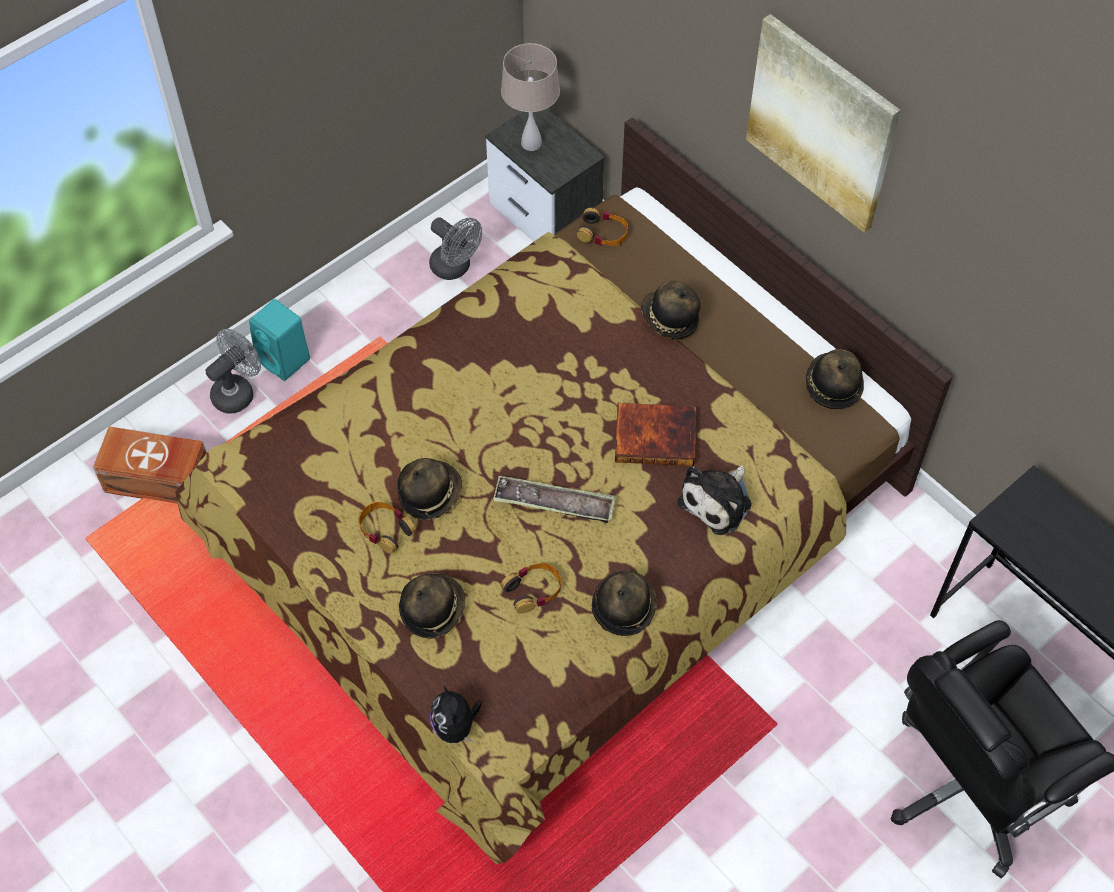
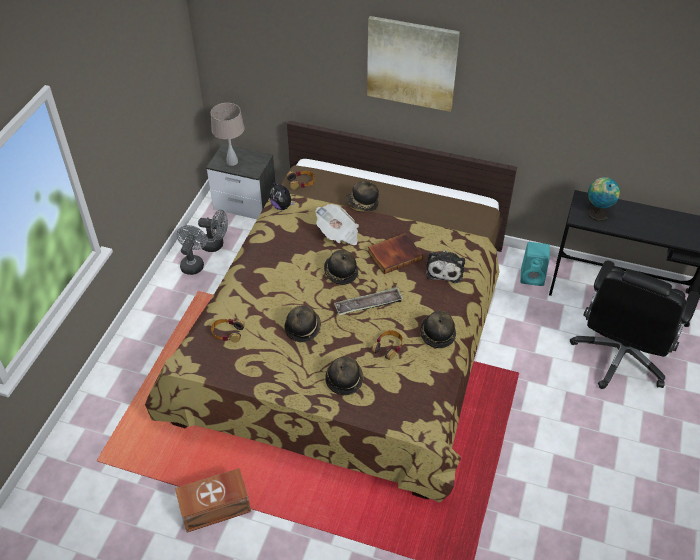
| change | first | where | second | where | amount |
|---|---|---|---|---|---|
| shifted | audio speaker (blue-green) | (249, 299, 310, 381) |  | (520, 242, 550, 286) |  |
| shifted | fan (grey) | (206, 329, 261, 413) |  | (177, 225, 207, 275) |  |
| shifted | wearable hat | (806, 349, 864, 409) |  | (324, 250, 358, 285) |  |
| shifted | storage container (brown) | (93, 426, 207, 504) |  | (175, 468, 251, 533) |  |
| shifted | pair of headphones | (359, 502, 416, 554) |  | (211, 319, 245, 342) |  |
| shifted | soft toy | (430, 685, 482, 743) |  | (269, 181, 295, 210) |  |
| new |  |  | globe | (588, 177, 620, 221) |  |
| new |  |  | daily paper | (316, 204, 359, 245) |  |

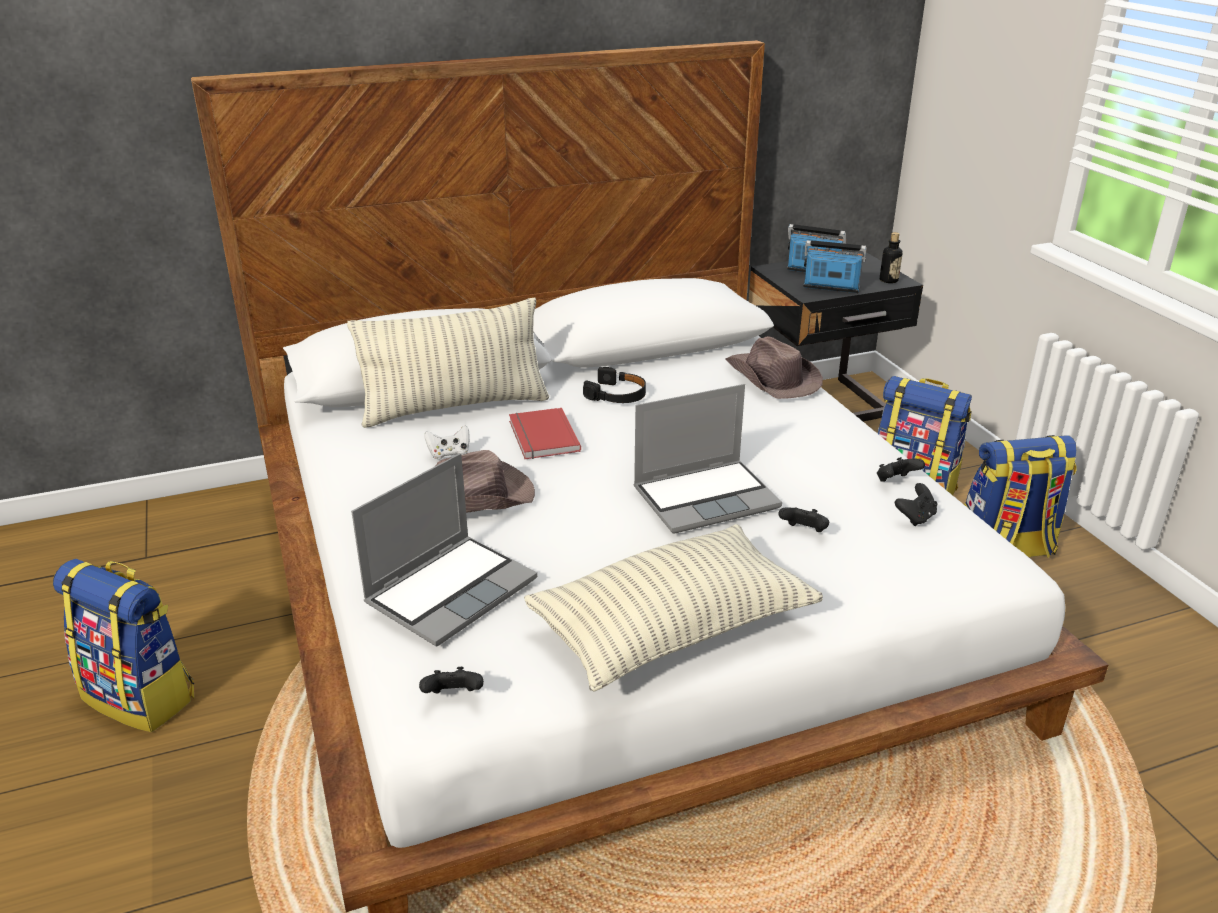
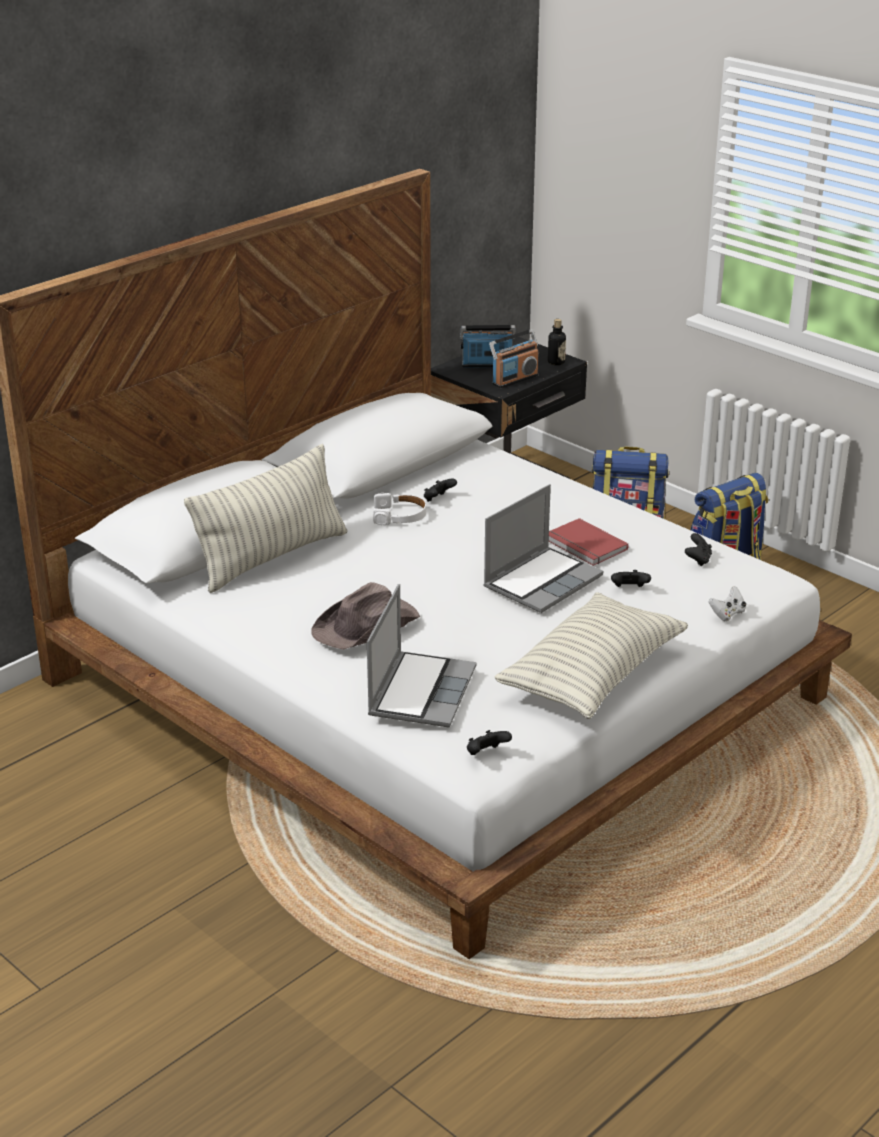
| change | first | where | second | where | amount |
|---|---|---|---|---|---|
| rotated | radio receiver | (803, 240, 867, 293) |  | (489, 329, 539, 388) | 150 degrees clockwise |
| gone | wearable hat (brown) | (725, 336, 823, 399) |  |  |  |
| repainted | pair of headphones (blackish) | (583, 367, 646, 403) | pair of headphones (whitish) | (373, 493, 426, 525) |  |
| shifted | volume (red-coloured) | (509, 408, 581, 459) |  | (549, 518, 629, 566) |  |
| shifted | joypad (whitish) | (424, 425, 470, 459) |  | (709, 586, 746, 621) |  |
| shifted | joypad (blackish) | (877, 457, 925, 482) |  | (424, 478, 457, 502) |  |
| gone | knapsack | (53, 559, 194, 732) |  |  |  |

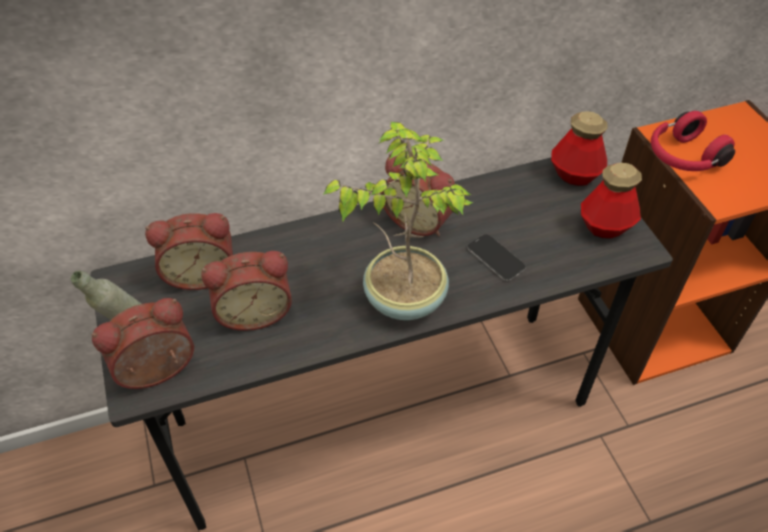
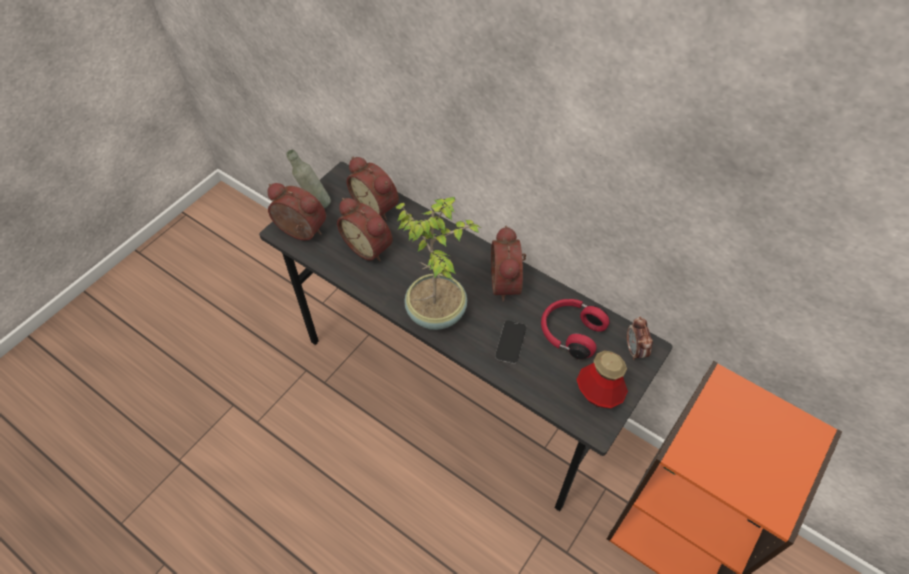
| change | first | where | second | where | amount |
|---|---|---|---|---|---|
| swapped | drink bottle | (551, 111, 607, 186) | alarm clock | (627, 316, 653, 360) |  |
| shifted | pair of headphones (red-coloured) | (651, 111, 735, 171) |  | (541, 299, 610, 360) |  |

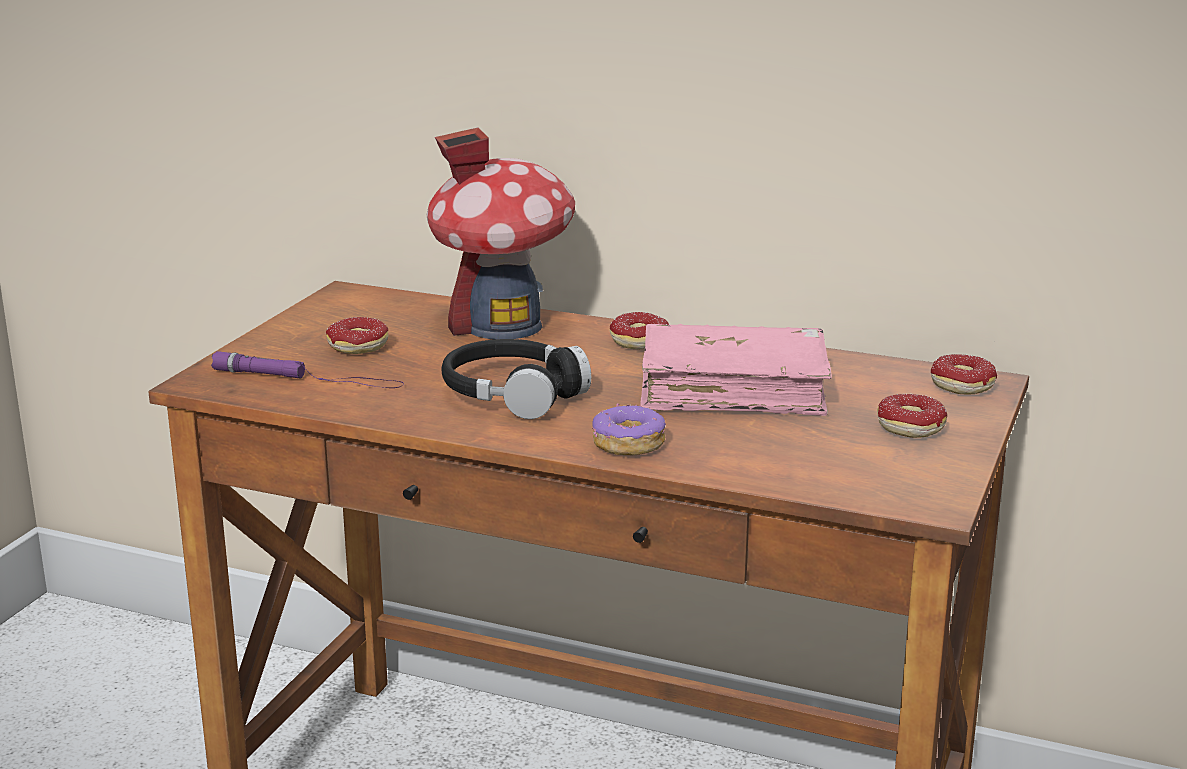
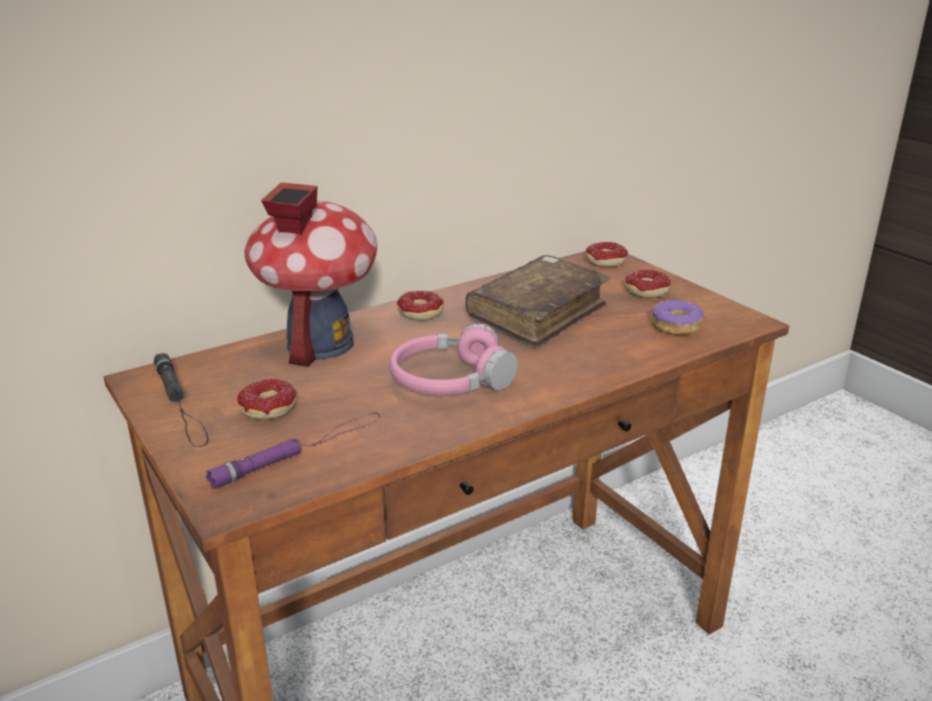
| change | first | where | second | where | amount |
|---|---|---|---|---|---|
| repainted | volume (pink) | (640, 324, 832, 416) | volume (brown) | (466, 255, 610, 349) |  |
| repainted | pair of headphones (blackish) | (442, 339, 591, 419) | pair of headphones (pink) | (389, 324, 518, 395) |  |
| shifted | ring doughnut | (592, 403, 666, 455) |  | (652, 300, 704, 335) |  |
| new |  |  | torch (blackish) | (154, 353, 208, 447) |  |

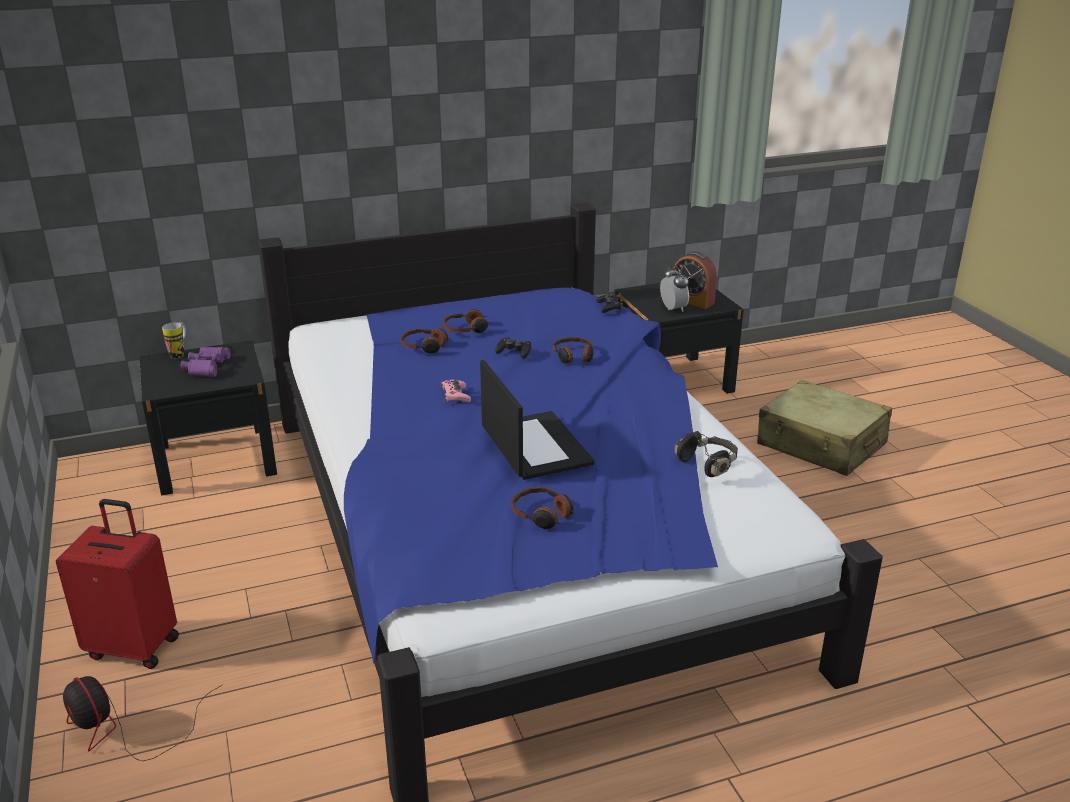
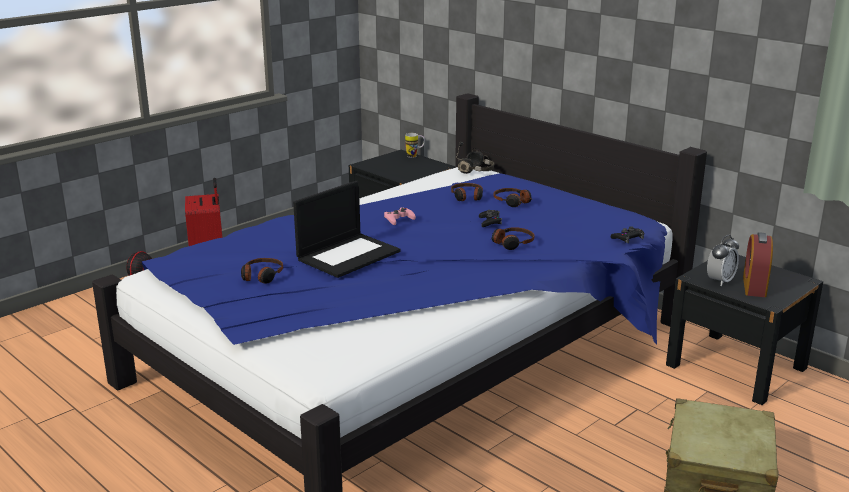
| change | first | where | second | where | amount |
|---|---|---|---|---|---|
| gone | pair of binoculars (purple-coloured) | (181, 347, 231, 377) |  |  |  |
| shifted | pair of headphones (blackish) | (675, 431, 738, 477) |  | (456, 142, 495, 174) |  |

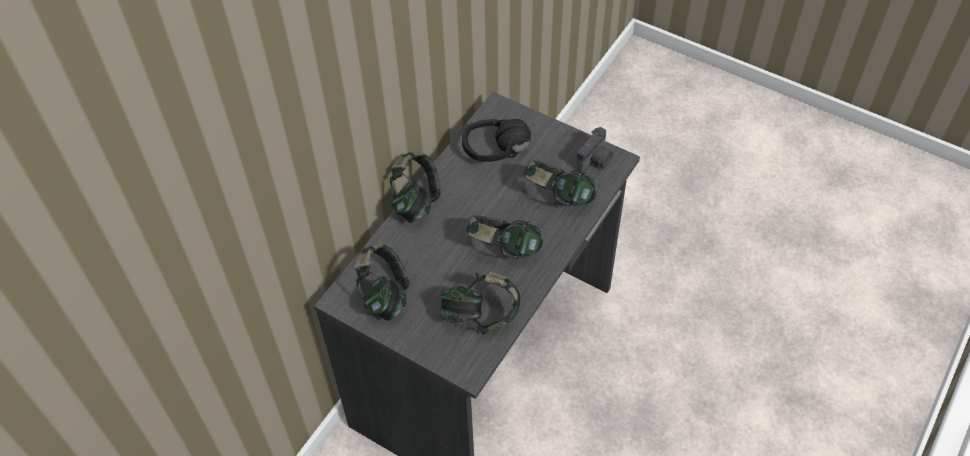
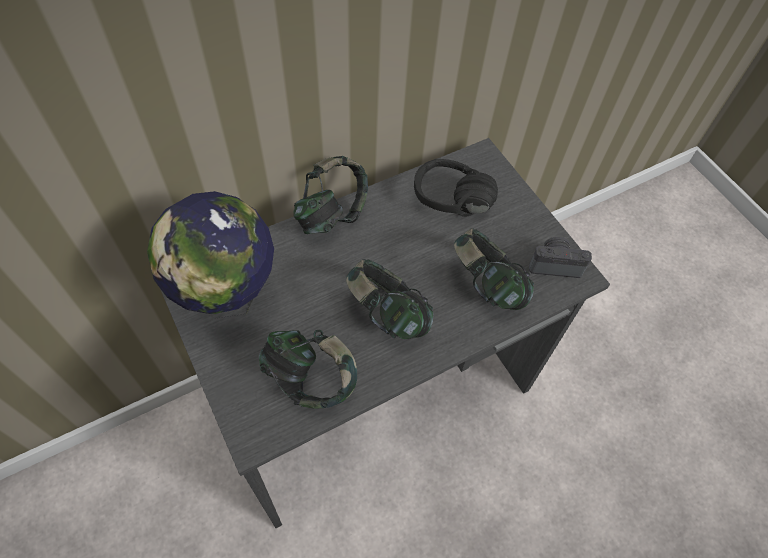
| change | first | where | second | where | amount |
|---|---|---|---|---|---|
| rotated | photo camera | (576, 127, 613, 172) |  | (529, 237, 592, 278) | 150 degrees counterclockwise |
| swapped | pair of headphones | (355, 244, 410, 321) | globe | (147, 191, 274, 320) |  |

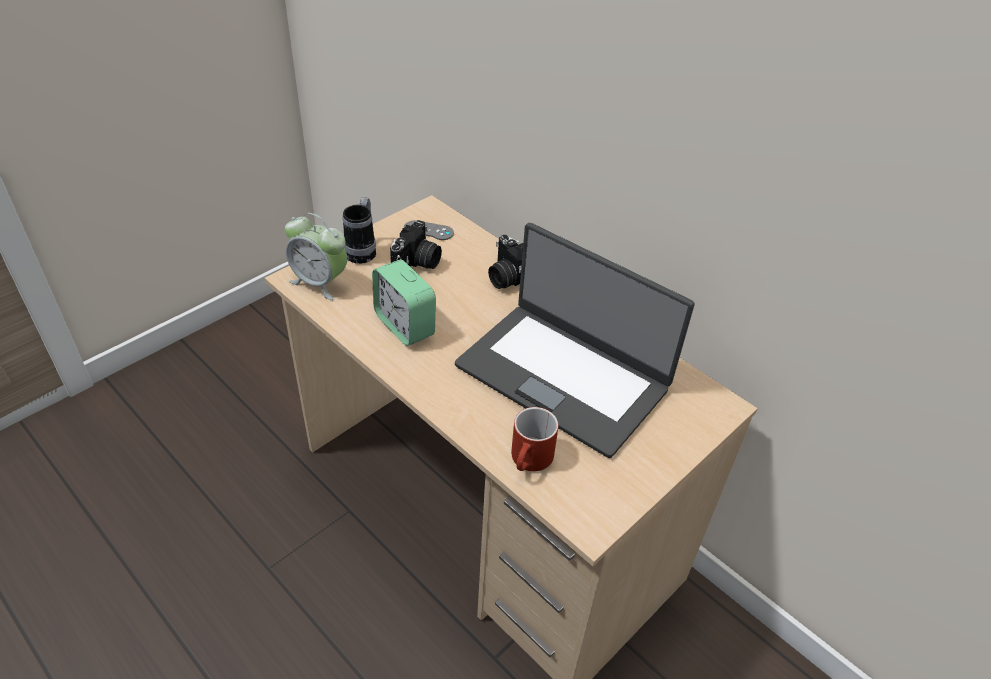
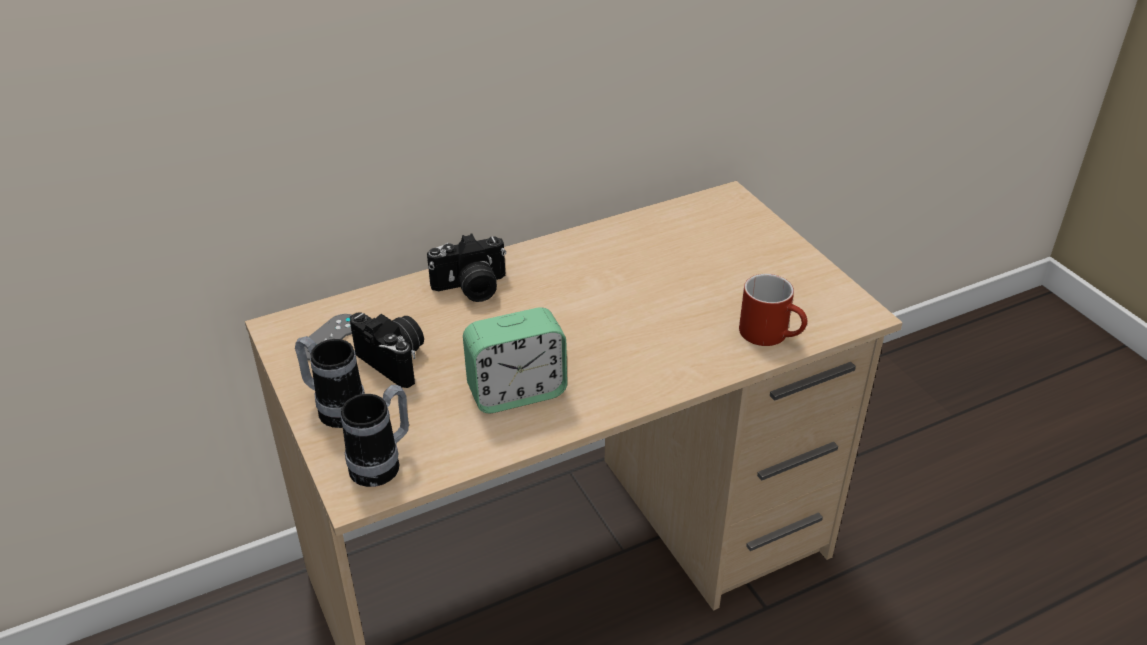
| change | first | where | second | where | amount |
|---|---|---|---|---|---|
| swapped | alarm clock | (285, 213, 347, 300) | coffee mug | (341, 385, 409, 487) |  |
| gone | laptop | (455, 223, 695, 458) |  |  |  |

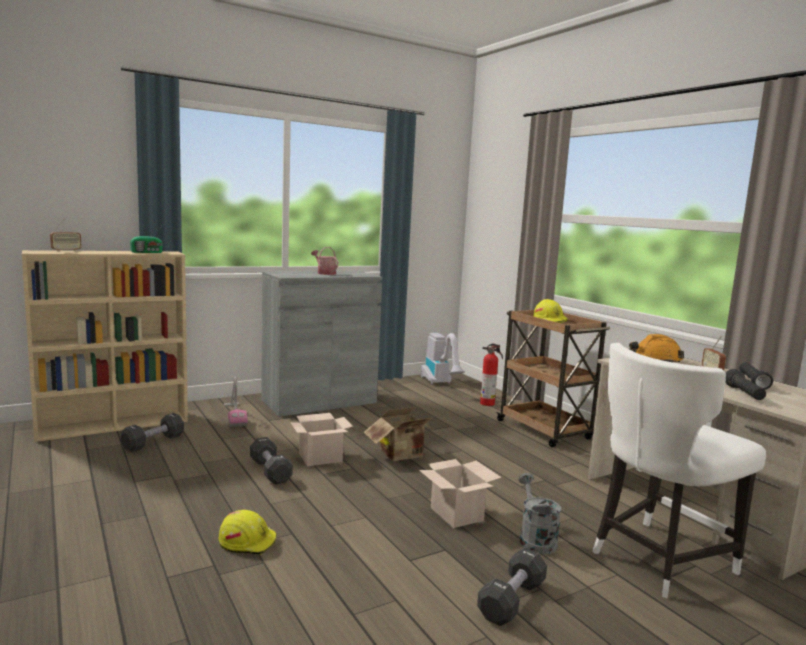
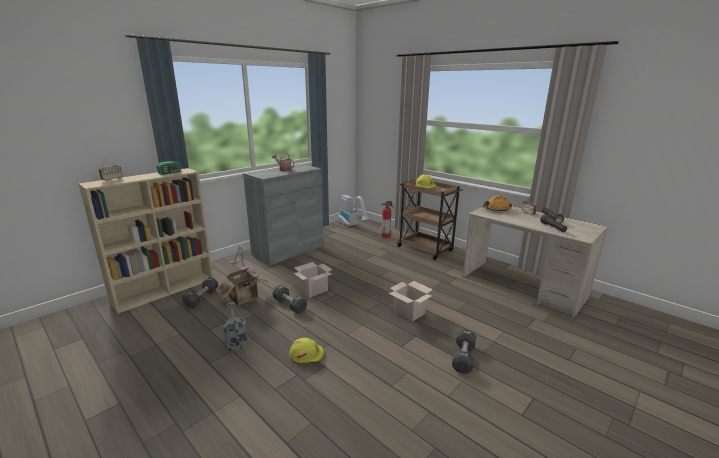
| change | first | where | second | where | amount |
|---|---|---|---|---|---|
| gone | plain chair (whitish) | (592, 343, 766, 599) |  |  |  |
| shifted | packing box | (364, 407, 441, 461) |  | (215, 267, 268, 306) |  |
| shifted | watering can (grey) | (518, 473, 561, 554) |  | (223, 302, 248, 351) |  |

